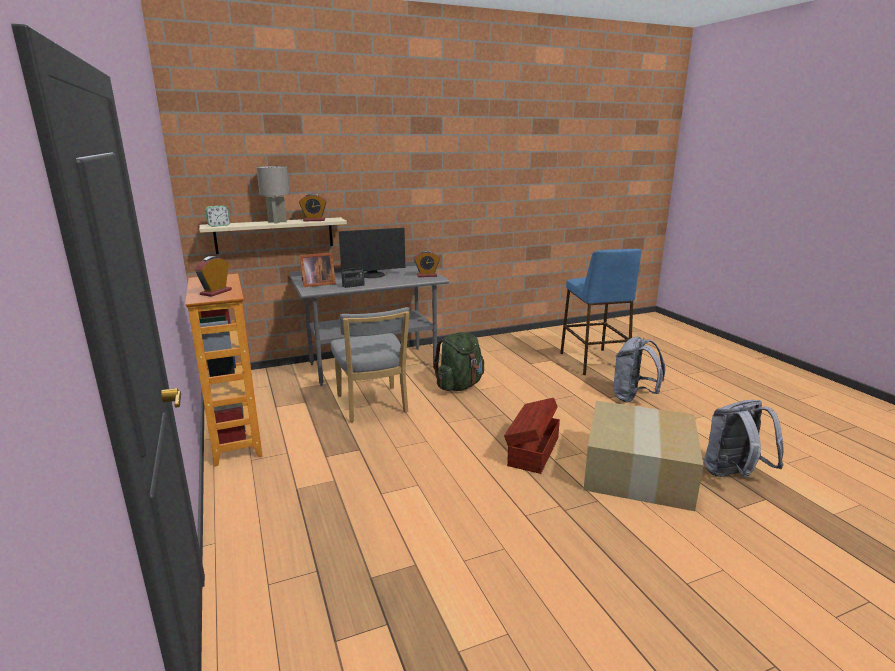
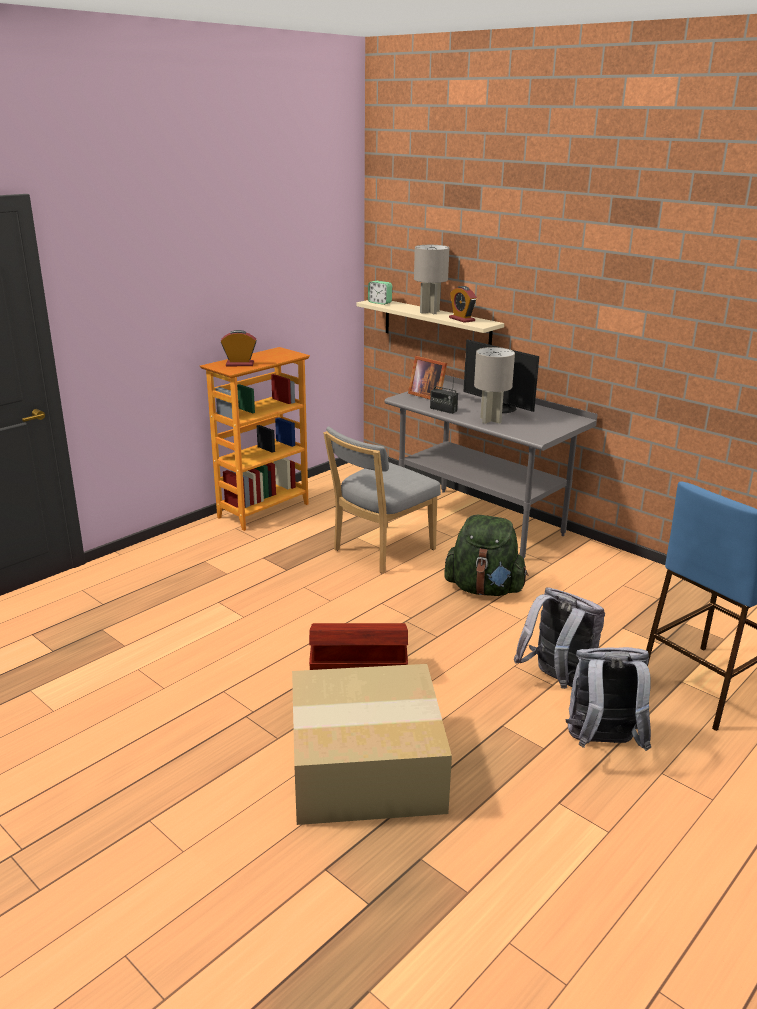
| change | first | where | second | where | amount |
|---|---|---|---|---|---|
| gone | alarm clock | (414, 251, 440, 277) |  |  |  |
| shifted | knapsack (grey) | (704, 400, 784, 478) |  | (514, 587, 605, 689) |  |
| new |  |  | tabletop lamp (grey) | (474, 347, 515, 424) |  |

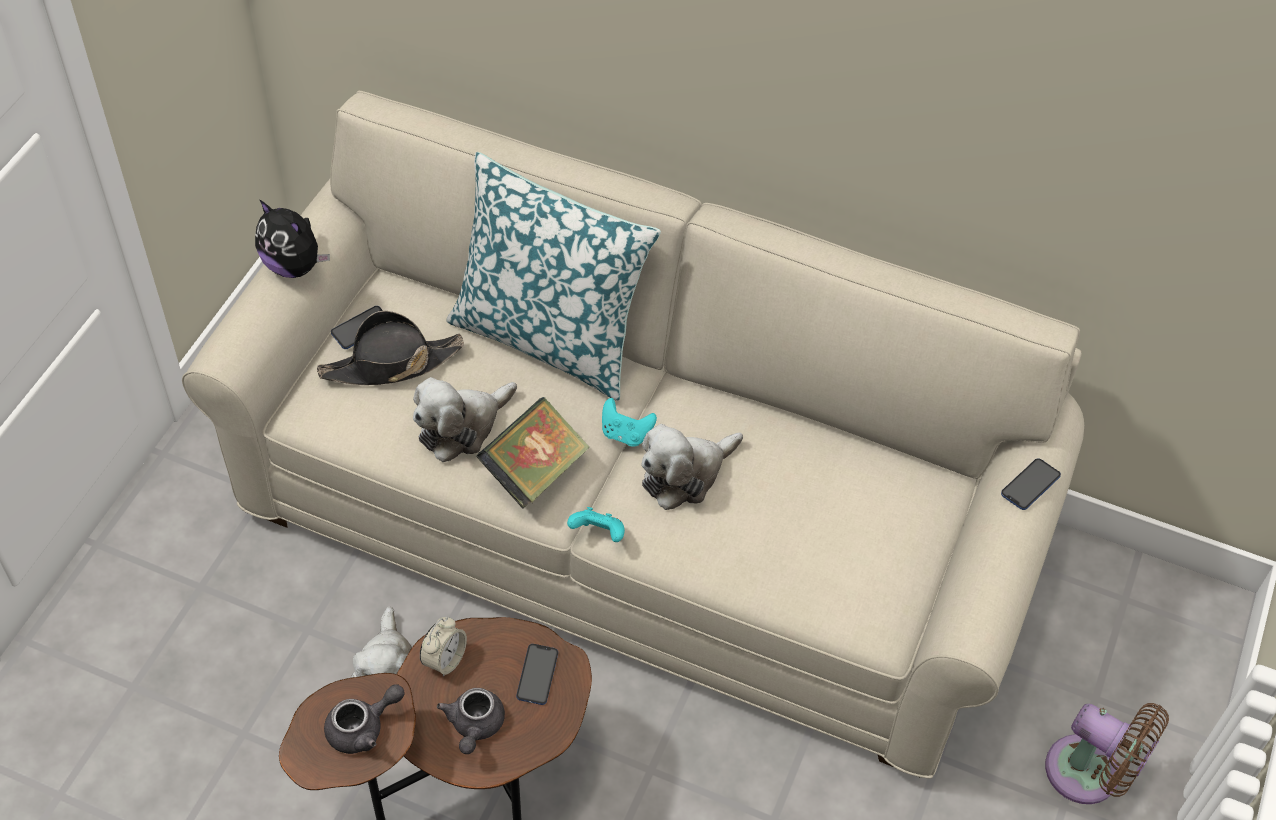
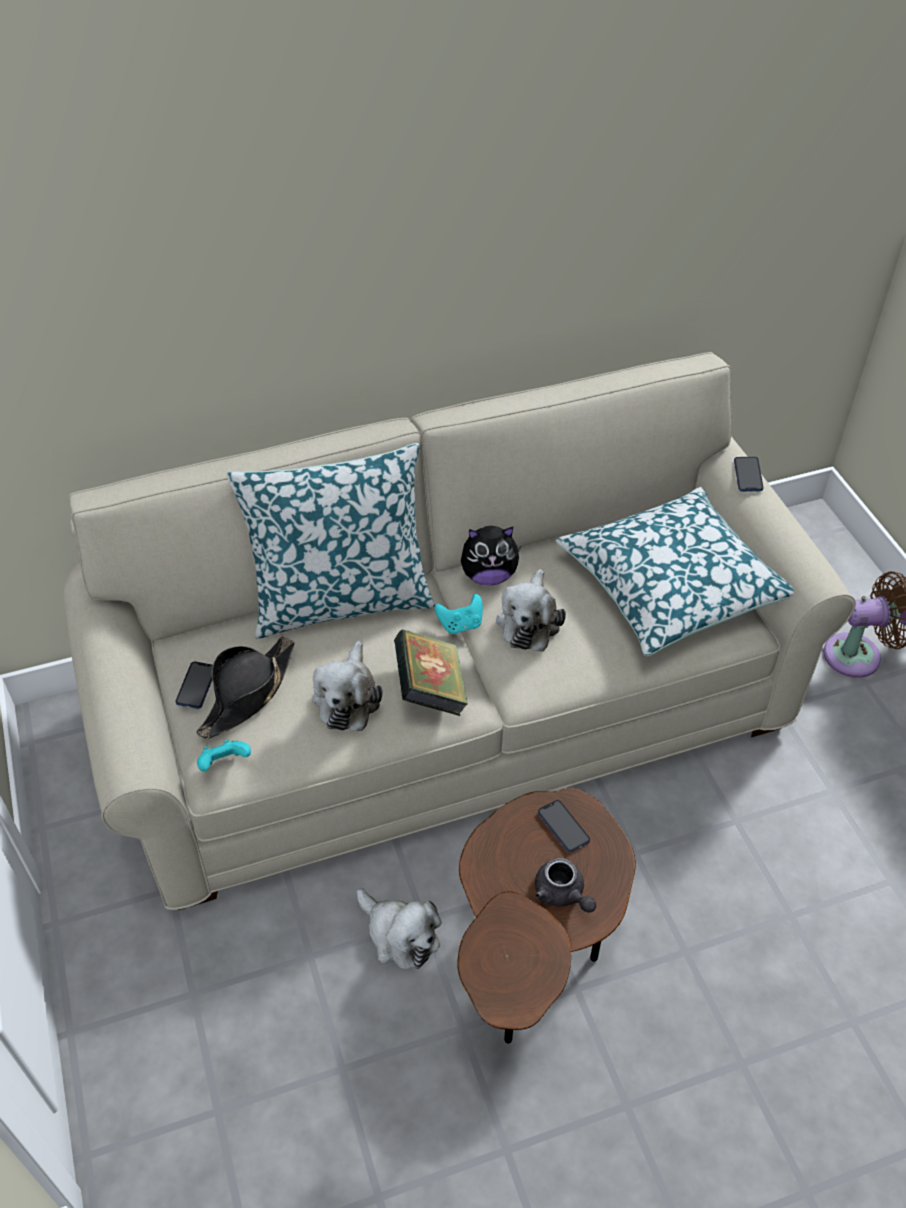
| change | first | where | second | where | amount |
|---|---|---|---|---|---|
| shifted | soft toy | (255, 200, 330, 278) |  | (461, 526, 522, 586) |  |
| shifted | joypad (blue-green) | (567, 507, 625, 542) |  | (197, 740, 251, 771) |  |
| gone | alarm clock | (420, 617, 467, 677) |  |  |  |
| gone | pot for tea (grey) | (324, 684, 405, 754) |  |  |  |
| new |  |  | cushion | (556, 487, 794, 656) |  |

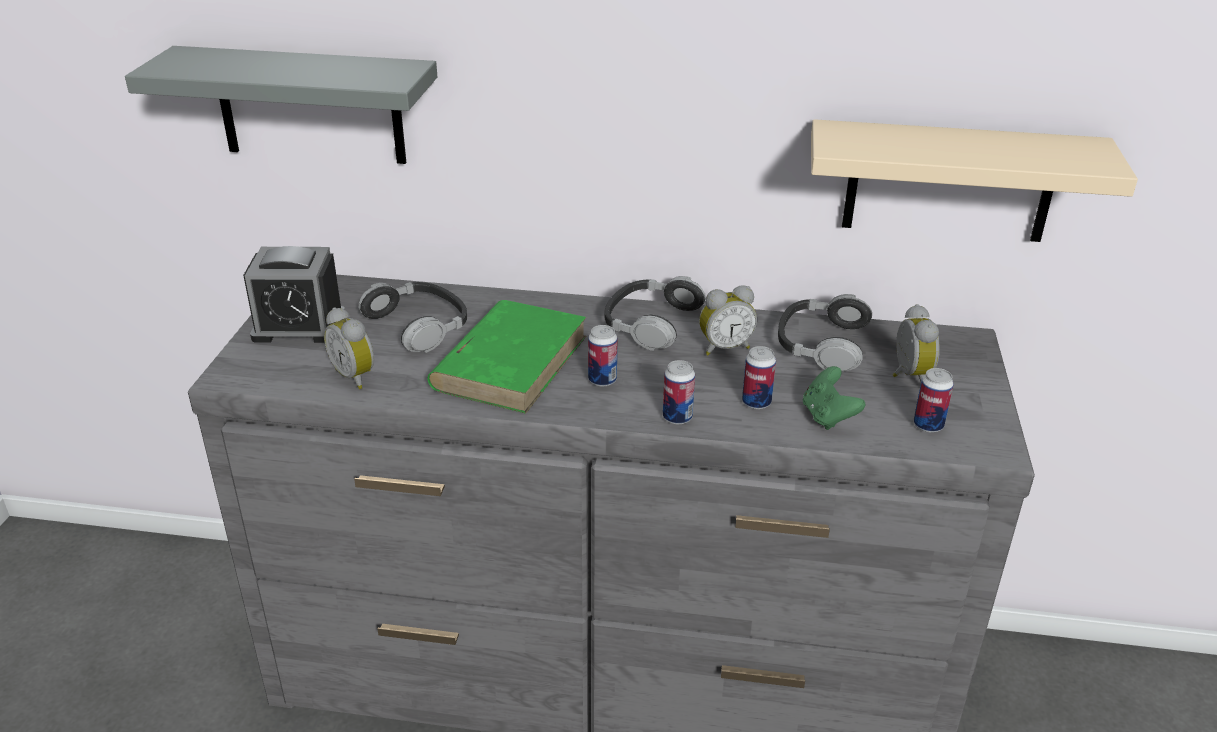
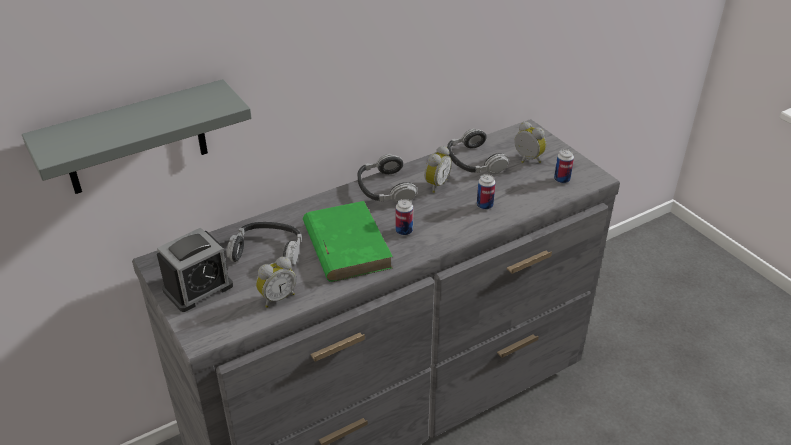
| change | first | where | second | where | amount |
|---|---|---|---|---|---|
| gone | shelf (beige-coloured) | (811, 119, 1138, 242) |  |  |  |
| rotated | alarm clock | (324, 307, 374, 389) |  | (256, 257, 296, 308) | 45 degrees counterclockwise |
| gone | sealed can | (663, 360, 695, 424) |  |  |  |
| gone | joypad (green-coloured) | (803, 366, 865, 430) |  |  |  |

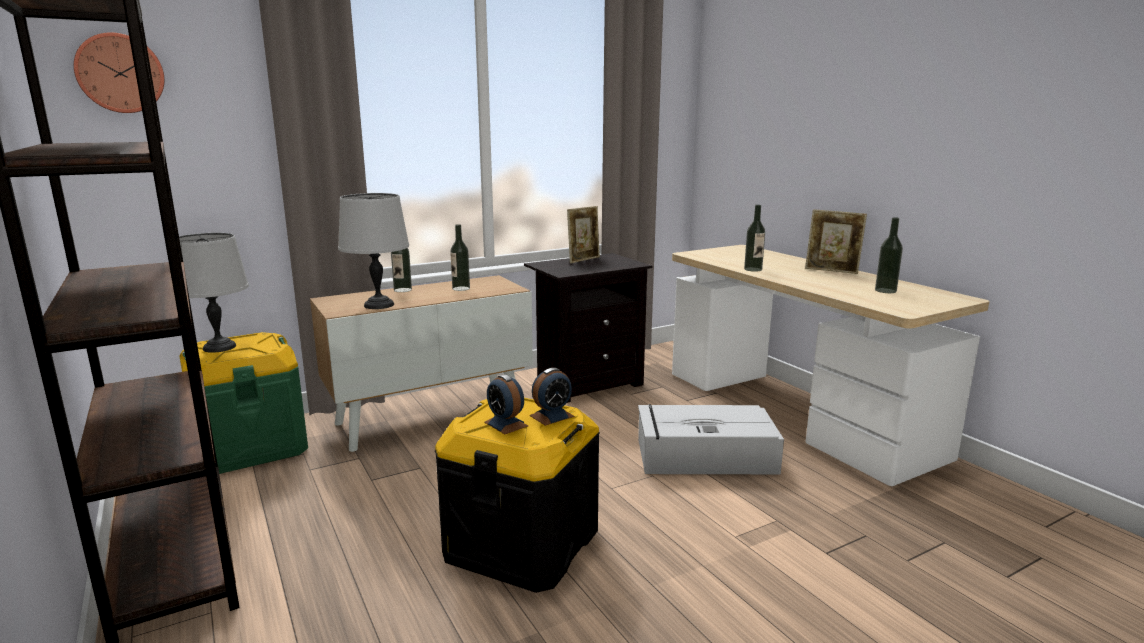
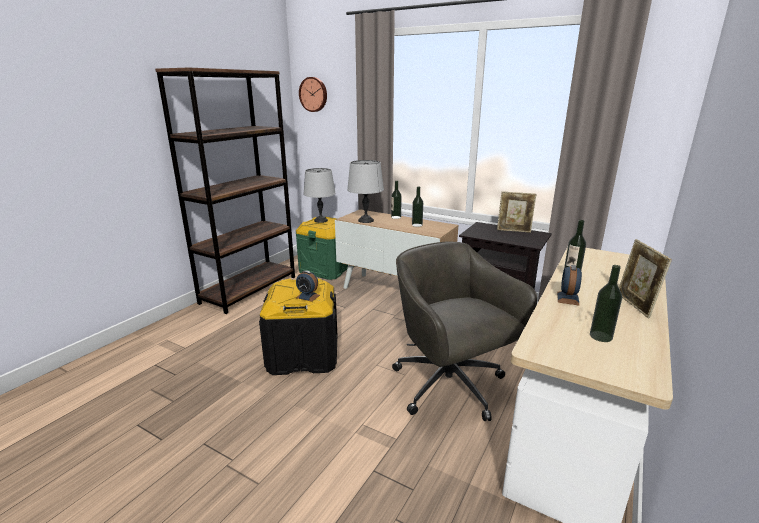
| change | first | where | second | where | amount |
|---|---|---|---|---|---|
| shifted | alarm clock | (484, 374, 528, 434) |  | (557, 265, 582, 305) |  |
| swapped | storage container (grey) | (638, 404, 784, 474) | desk chair (grey) | (392, 241, 537, 421) |  |

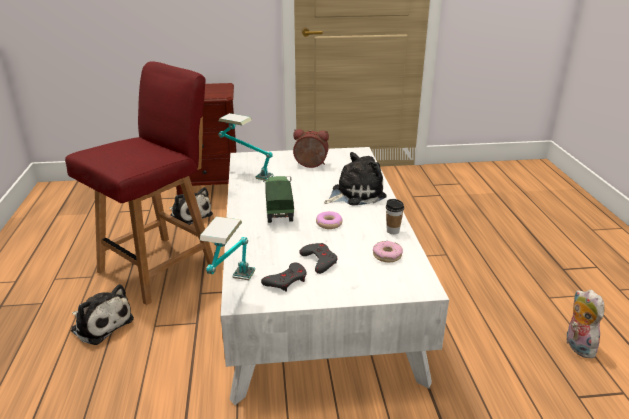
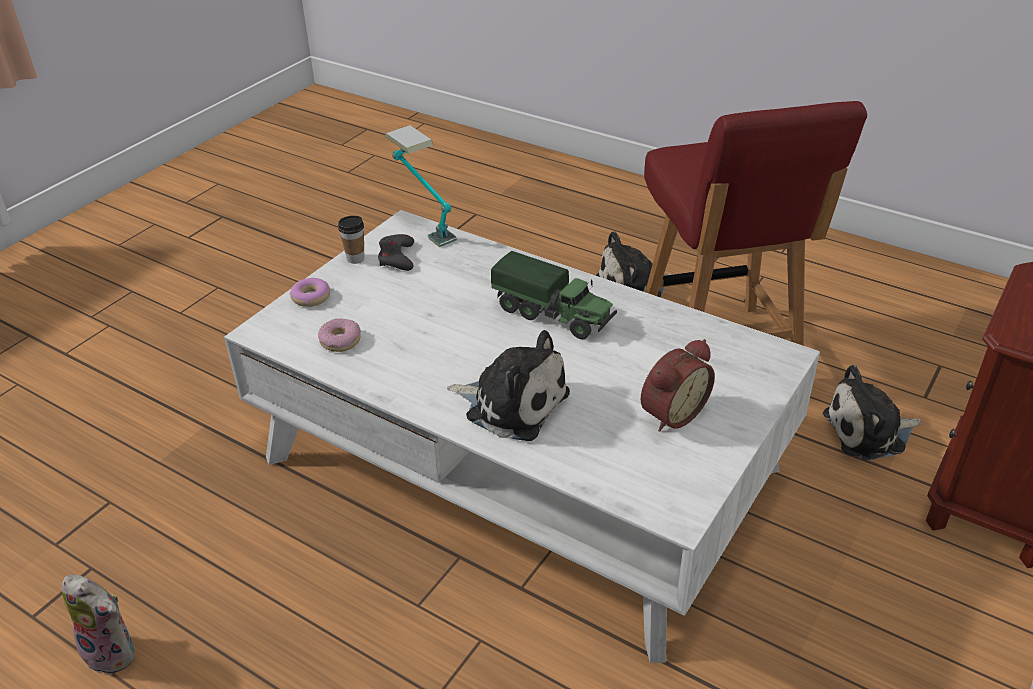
| change | first | where | second | where | amount |
|---|---|---|---|---|---|
| gone | tabletop lamp | (218, 113, 274, 181) |  |  |  |
| rotated | soft toy | (324, 152, 387, 206) |  | (447, 330, 570, 441) | 75 degrees counterclockwise |
| shifted | small cup | (386, 199, 404, 234) |  | (338, 216, 365, 264) |  |
| shifted | ring doughnut | (316, 211, 343, 229) |  | (290, 278, 330, 307) |  |
| gone | joypad (grey) | (299, 243, 337, 274) |  |  |  |

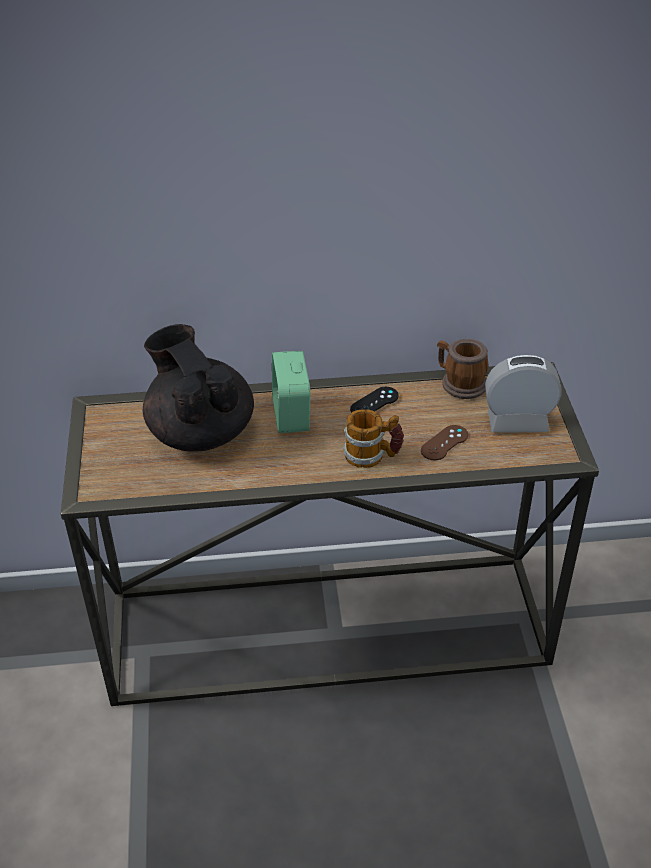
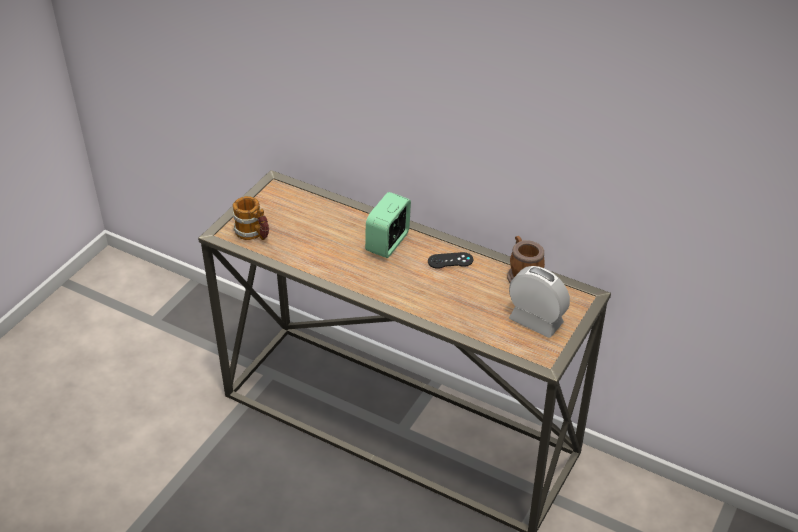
| change | first | where | second | where | amount |
|---|---|---|---|---|---|
| gone | pot for tea (blackish) | (143, 324, 254, 452) |  |  |  |
| shifted | coffee mug | (343, 409, 404, 468) |  | (232, 196, 269, 240) |  |
| gone | joypad (brown) | (421, 425, 468, 460) |  |  |  |

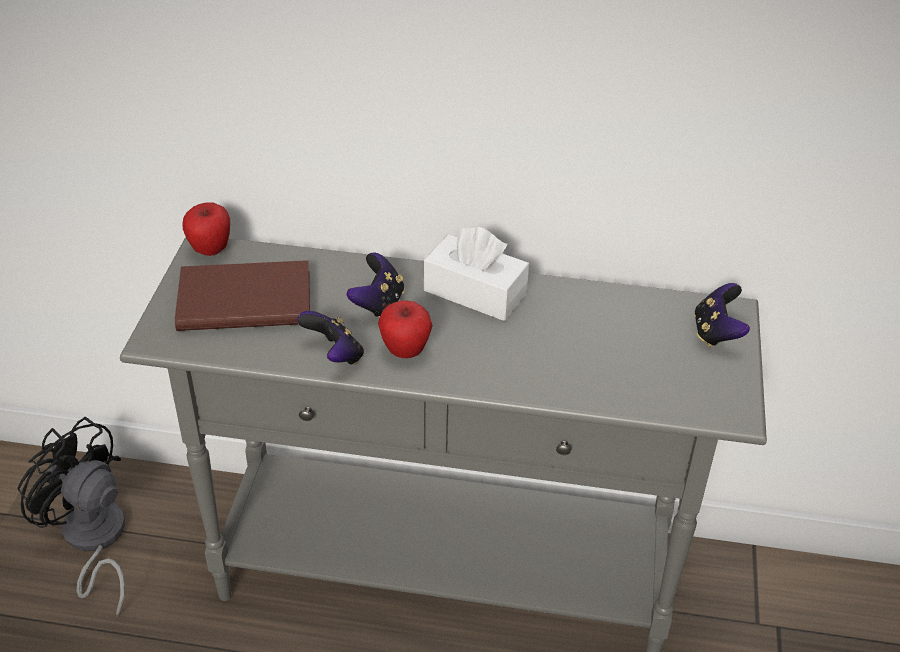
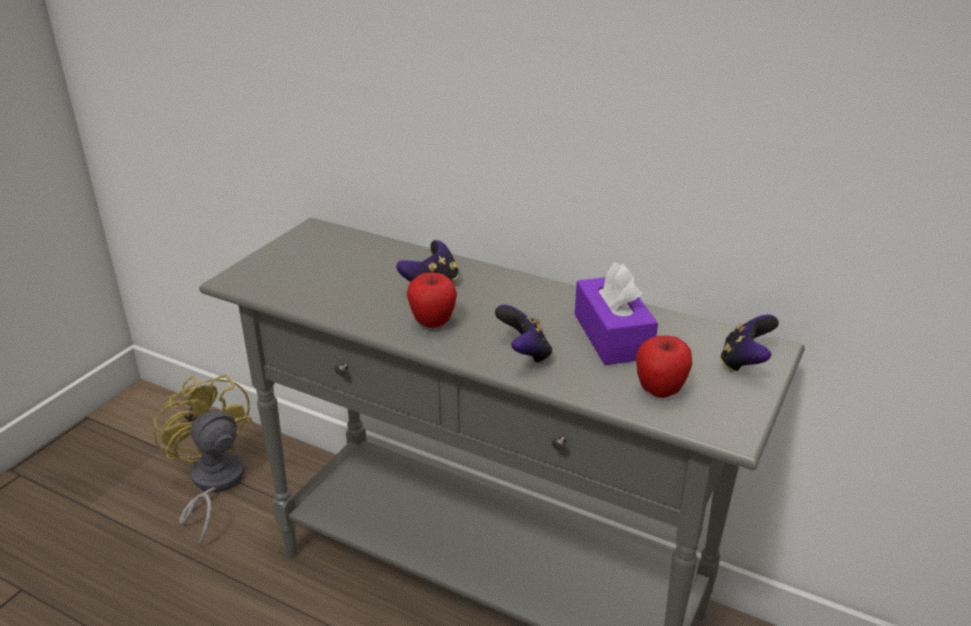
| change | first | where | second | where | amount |
|---|---|---|---|---|---|
| shifted | apple fruit | (182, 202, 230, 256) |  | (636, 336, 692, 398) |  |
| gone | box of tissues (whitish) | (424, 227, 529, 321) |  |  |  |
| gone | volume (brown) | (175, 260, 310, 331) |  |  |  |
| shifted | joypad | (297, 311, 364, 364) |  | (495, 305, 552, 364) |  |
| repainted | fan (blackish) | (17, 417, 125, 617) | fan (yellowish) | (153, 374, 252, 547) |  |
| new |  |  | box of tissues (purple-coloured) | (575, 262, 658, 365) |  |

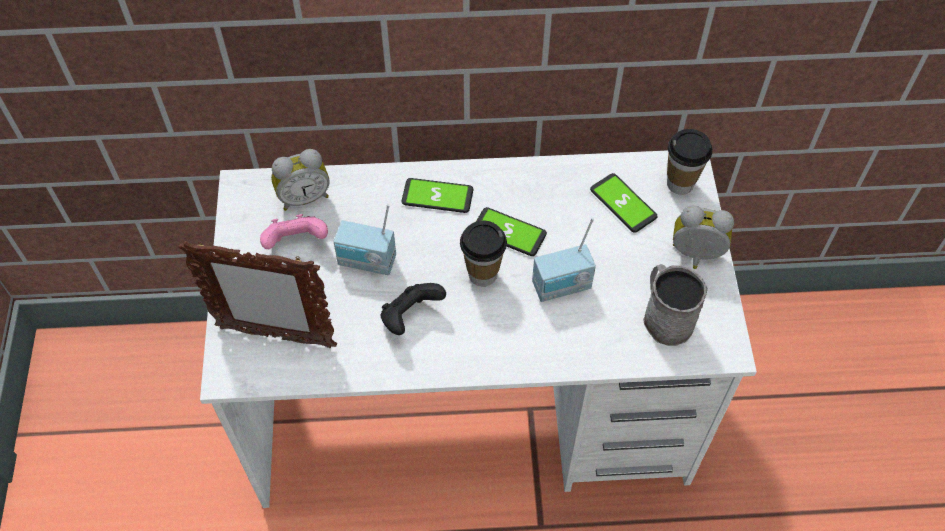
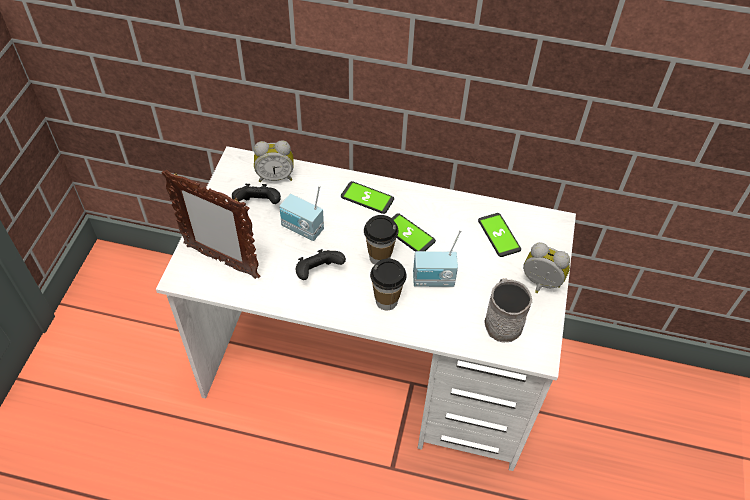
| change | first | where | second | where | amount |
|---|---|---|---|---|---|
| shifted | small cup | (667, 129, 712, 195) |  | (370, 259, 407, 310) |  |
| repainted | joypad (pink) | (260, 214, 328, 249) | joypad (blackish) | (232, 184, 281, 204) |  |

